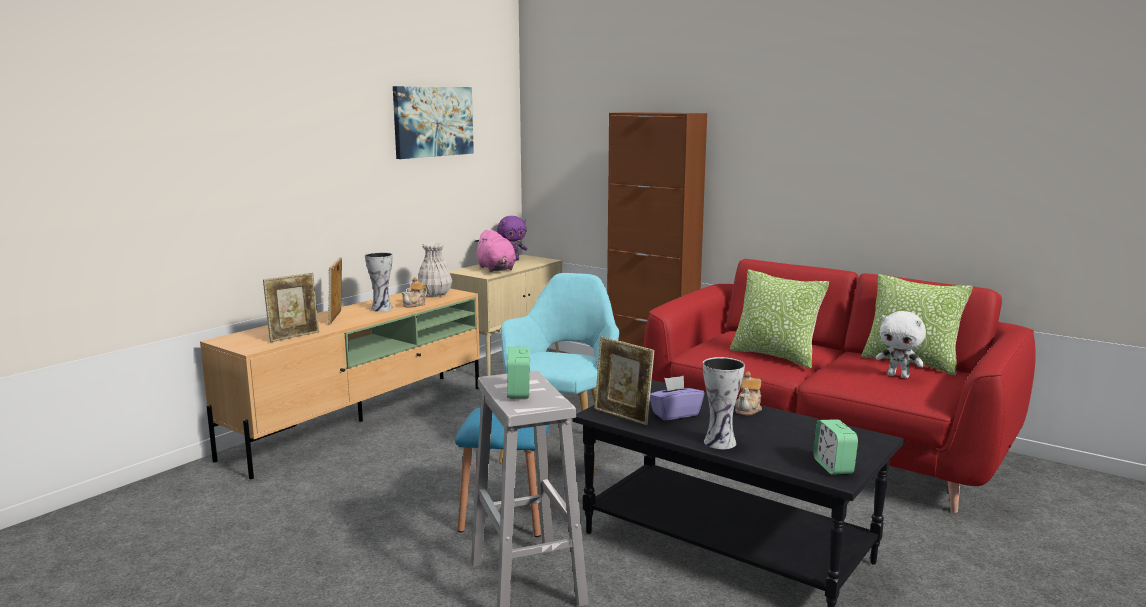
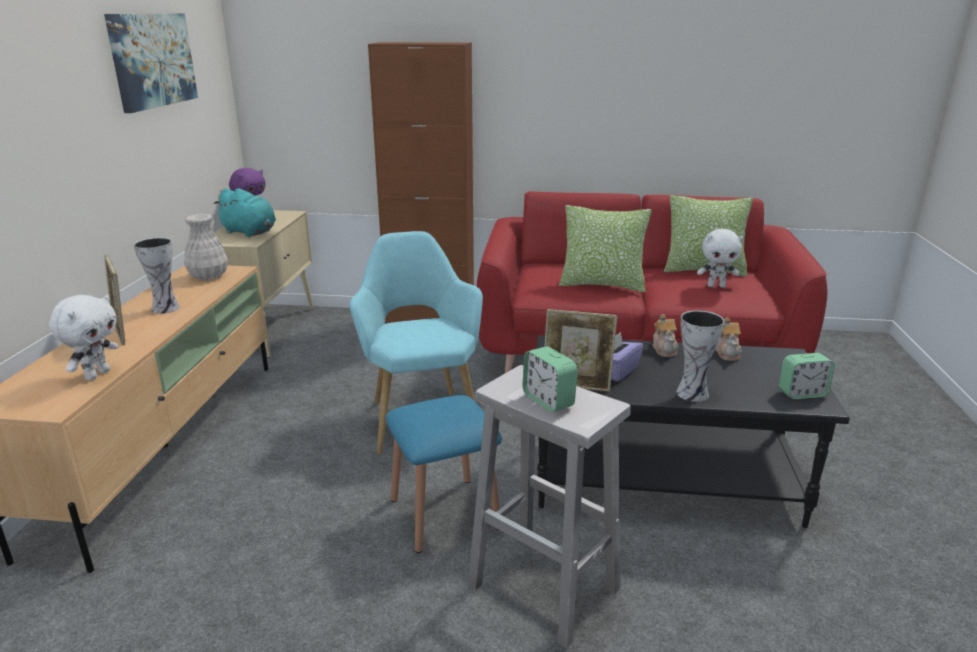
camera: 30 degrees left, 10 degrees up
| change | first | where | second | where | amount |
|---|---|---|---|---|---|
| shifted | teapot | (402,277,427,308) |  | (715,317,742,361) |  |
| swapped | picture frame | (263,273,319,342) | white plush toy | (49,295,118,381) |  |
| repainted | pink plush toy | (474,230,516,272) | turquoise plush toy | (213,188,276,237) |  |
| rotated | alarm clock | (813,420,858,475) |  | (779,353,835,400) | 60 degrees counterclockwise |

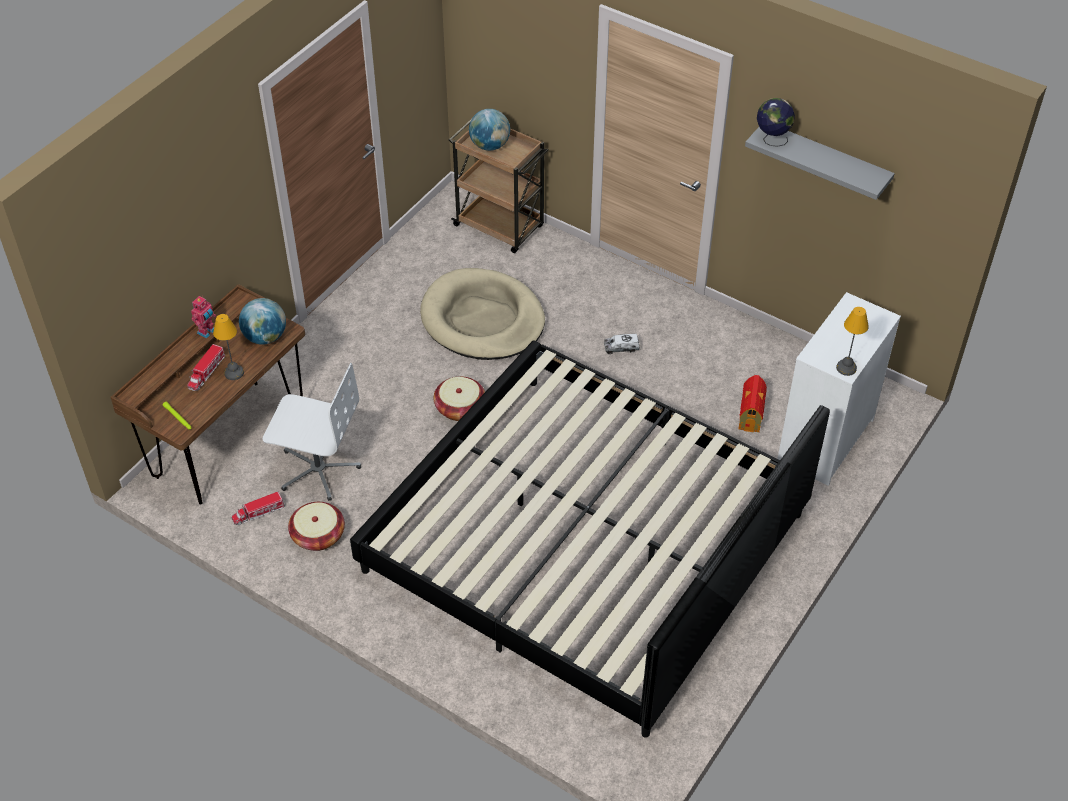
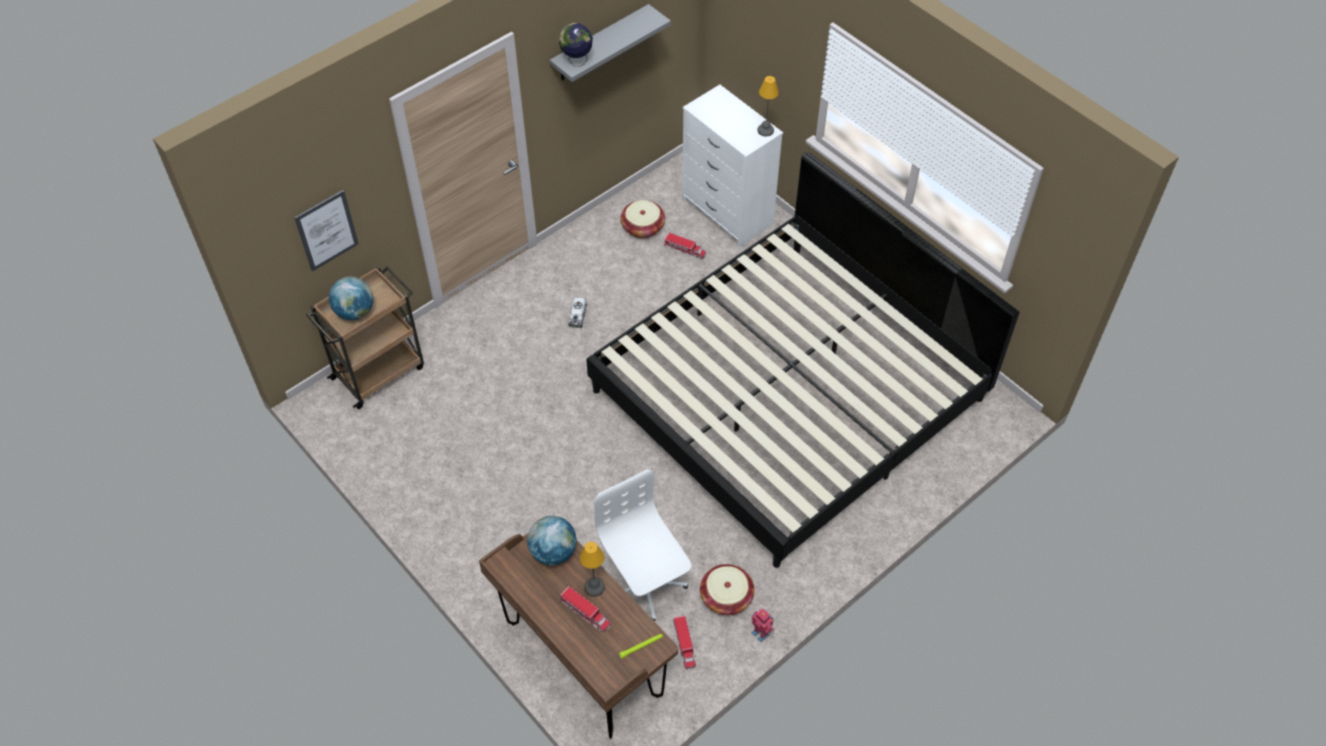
camera: 75 degrees left, 5 degrees up
| change | first | where | second | where | amount |
|---|---|---|---|---|---|
| gone | beige dog bed | (420,268,545,360) |  |  |  |
| new |  |  | picture | (294,190,359,271) |  |
| shifted | toy robot | (191,296,216,338) |  | (751,608,774,642) |  |
| shifted | basket | (434,376,485,421) |  | (621,200,665,238) |  |
| swapped | toy house | (739,375,767,432) | toy truck | (664,233,706,259) |  |
| rotated | white office chair | (263,363,361,501) |  | (594,470,692,621) | 60 degrees counterclockwise |

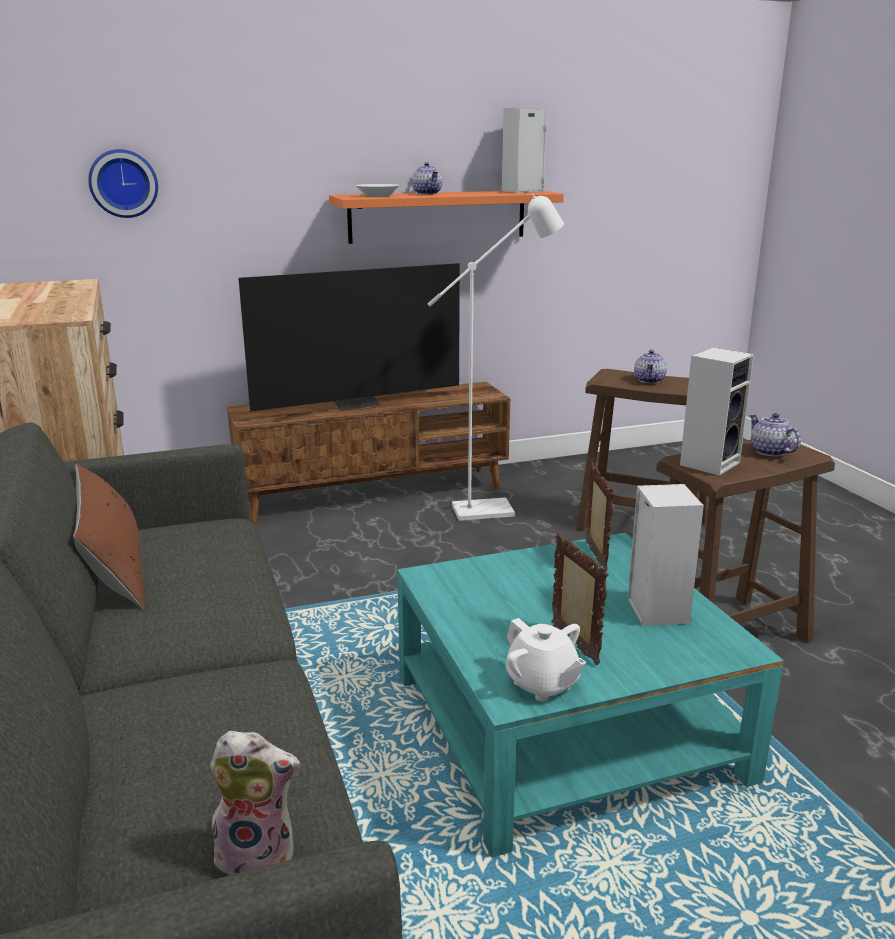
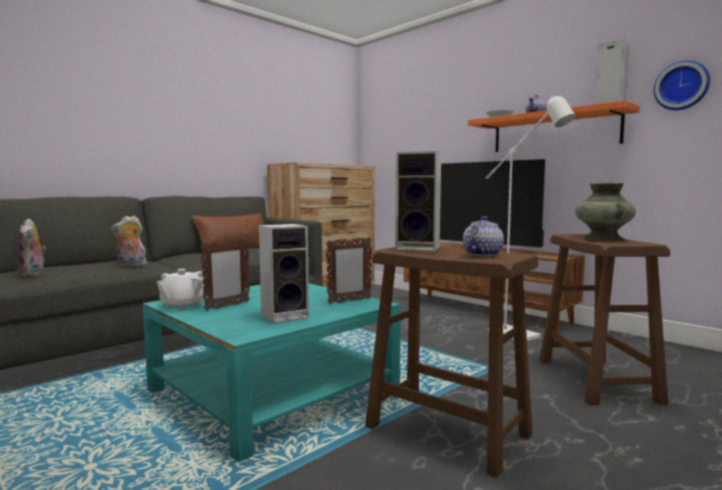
camera: 65 degrees right, 15 degrees down
| change | first | where | second | where | amount |
|---|---|---|---|---|---|
| new |  |  | plush toy | (111,216,148,267) |  |
| shifted | wall clock | (88,149,158,218) |  | (654,60,710,110) |  |
| swapped | teapot | (634,350,667,383) | turquoise vase | (575,181,636,241) |  |

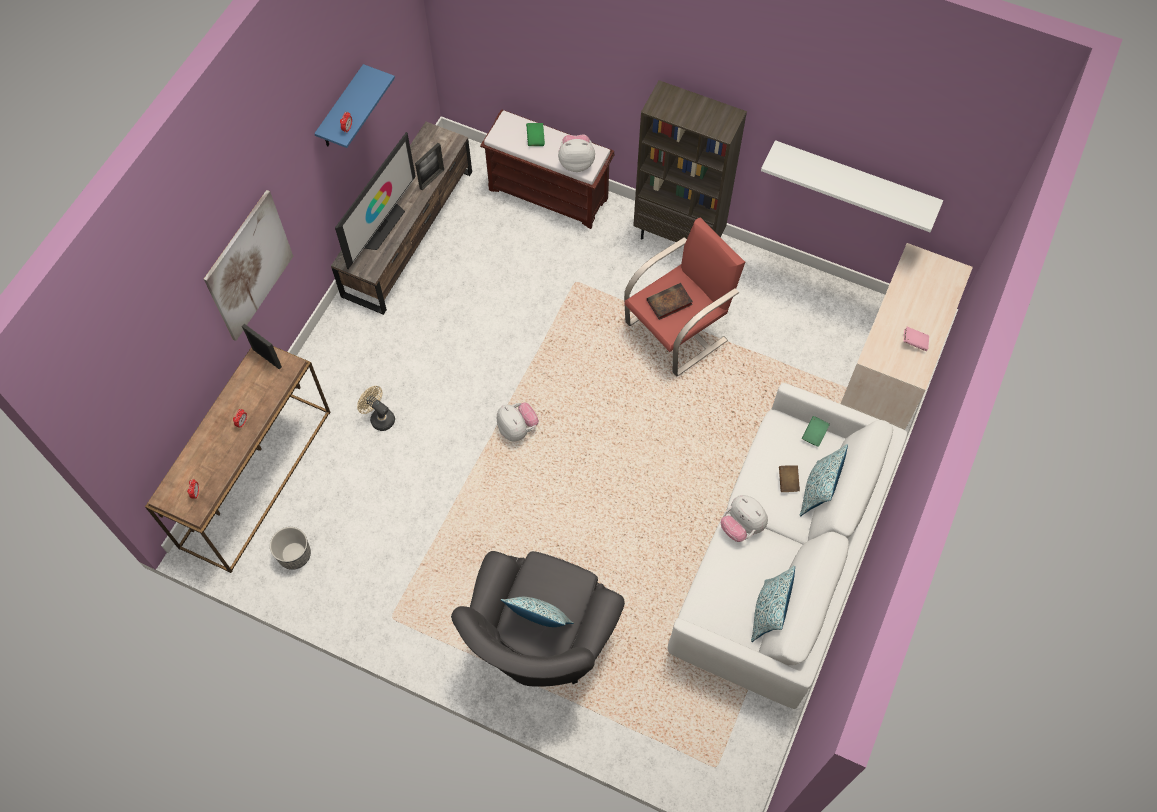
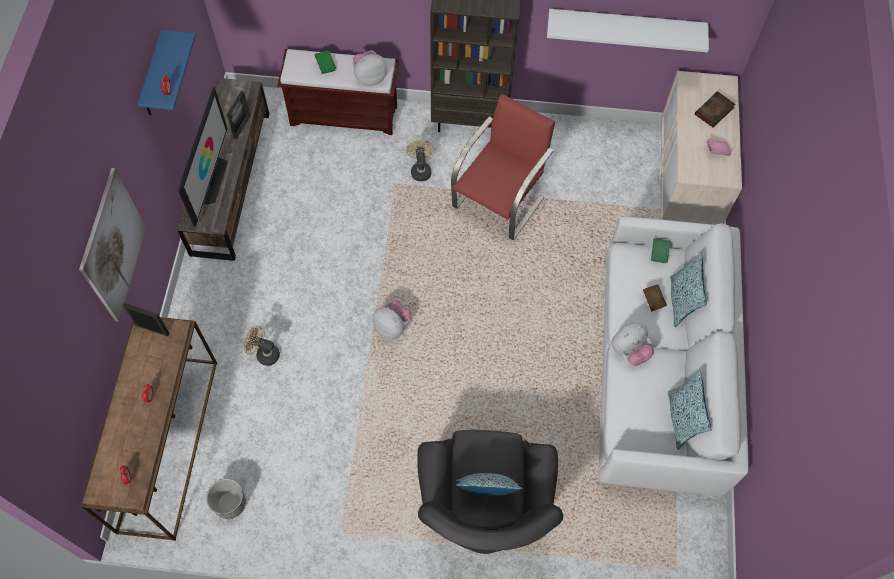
camera: 20 degrees left, 0 degrees up
| change | first | where | second | where | amount |
|---|---|---|---|---|---|
| new |  |  | beige fan | (406,140,434,181) |  |
| shifted | book | (647,283,693,320) |  | (695,91,736,128) |  |
| rotated | plush toy | (721,495,768,542) |  | (612,323,654,366) | 60 degrees counterclockwise |

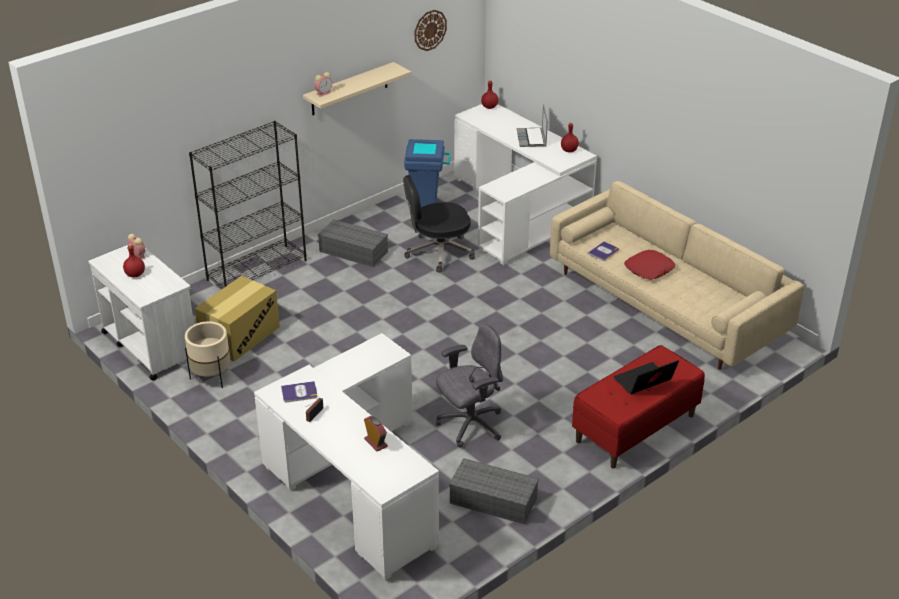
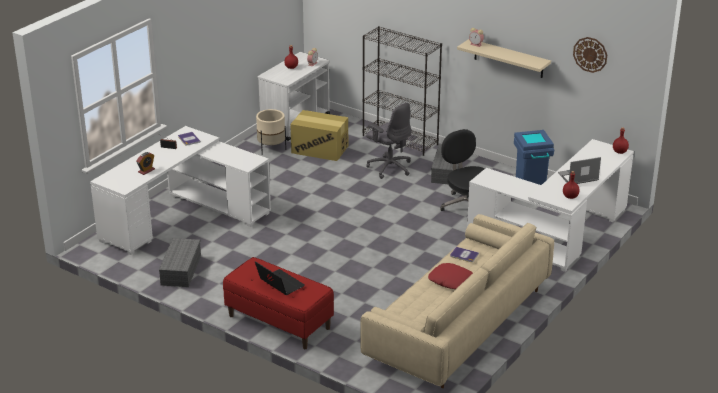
camera: 75 degrees right, 5 degrees down
| change | first | where | second | where | amount |
|---|---|---|---|---|---|
| shifted | grey office chair | (436,324,503,448) |  | (366,103,411,179) |  |

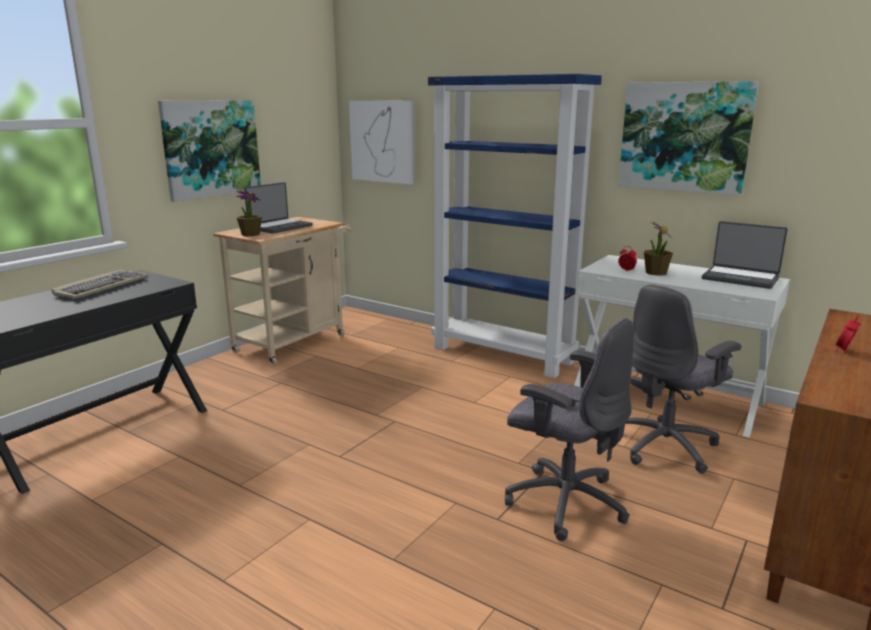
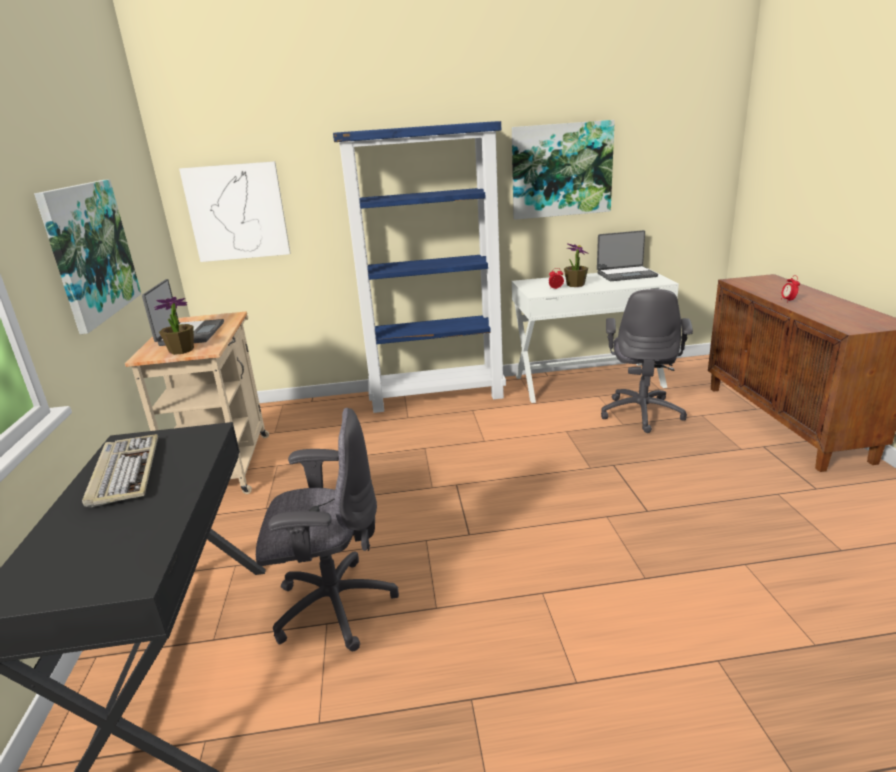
camera: 40 degrees left, 5 degrees up
| change | first | where | second | where | amount |
|---|---|---|---|---|---|
| shifted | grey office chair | (505,318,633,541) |  | (256,408,399,651) |  |

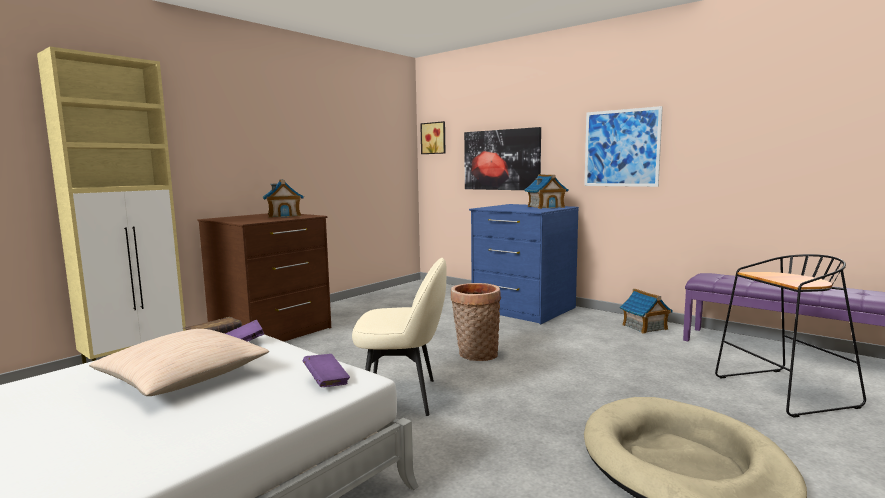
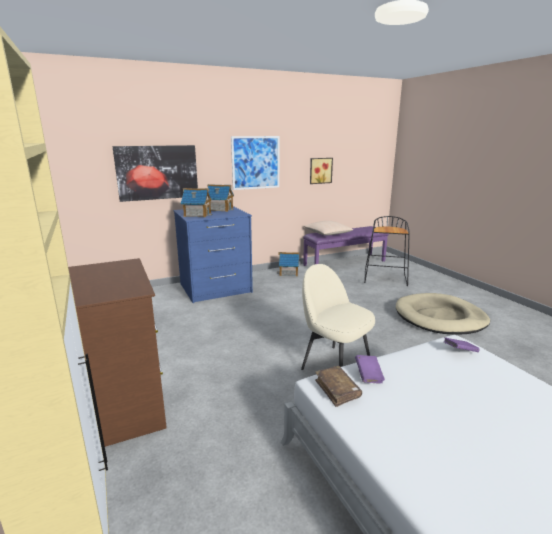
camera: 65 degrees left, 10 degrees up
| change | first | where | second | where | amount |
|---|---|---|---|---|---|
| gone | basket | (451,283,501,361) |  |  |  |
| shifted | beige pillow | (89,329,269,396) |  | (304,221,353,235) |  |
| shifted | toy house | (263,179,304,218) |  | (181,188,212,217) |  |
| shifted | picture | (420,121,445,154) |  | (310,158,333,184) |  |
| rotated | beige chair | (352,258,447,416) |  | (301,264,375,370) | 75 degrees counterclockwise |

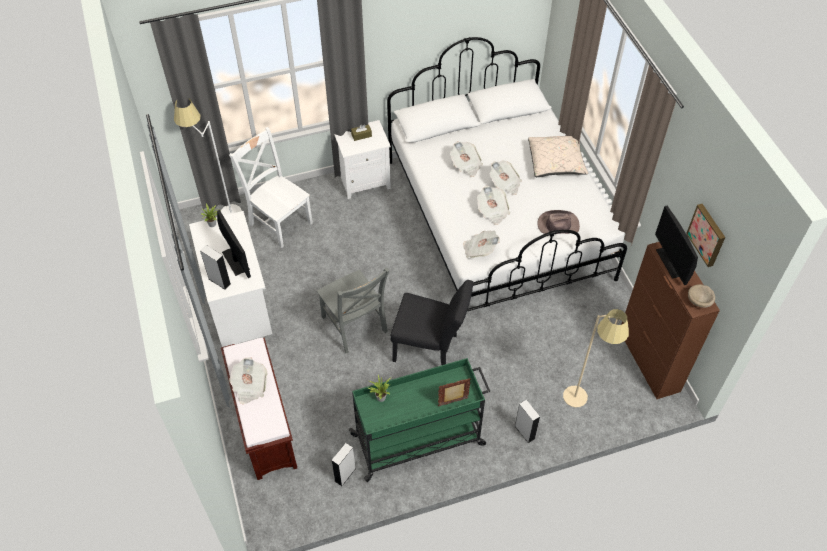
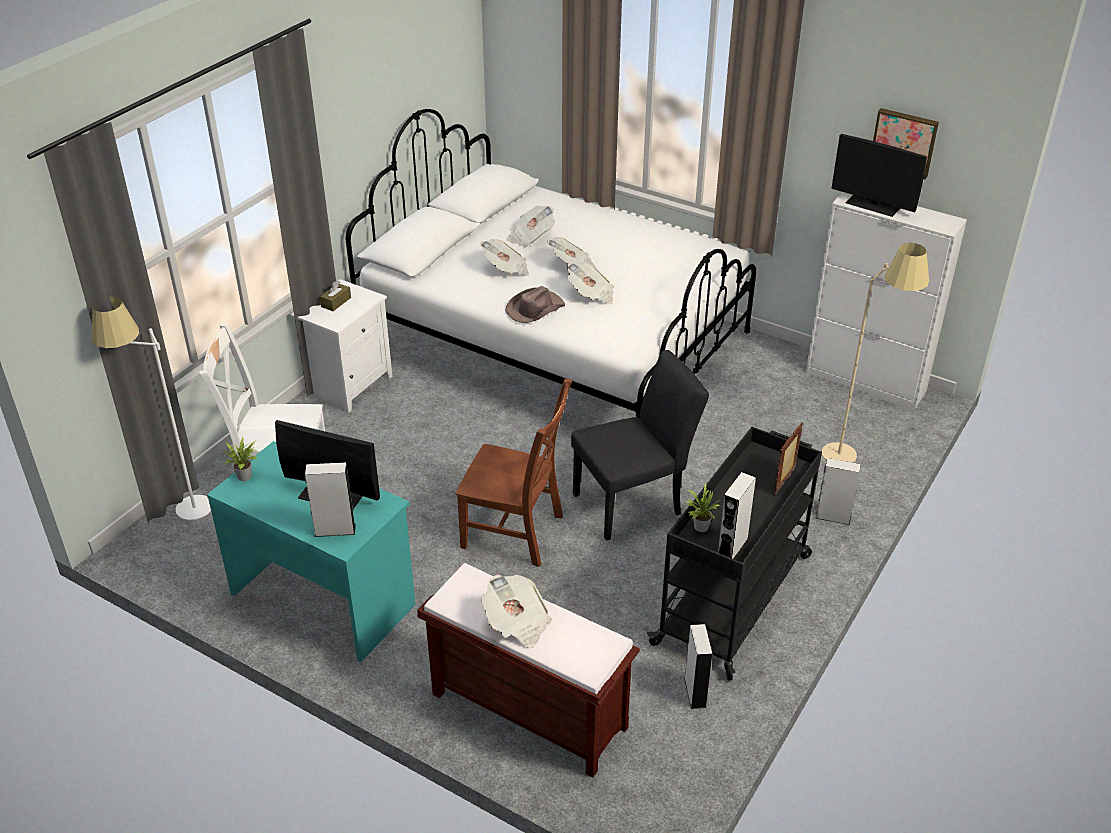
camera: 40 degrees left, 15 degrees down
| change | first | where | second | where | amount |
|---|---|---|---|---|---|
| gone | beige pillow | (528,136,588,177) |  |  |  |
| gone | beige bowl | (688,284,715,308) |  |  |  |
| new |  |  | grey speaker | (718,472,756,559) |  |
| shifted | newspaper | (463,231,500,258) |  | (507,206,555,247) |  |
| shifted | brown hat | (538,210,580,234) |  | (505,286,565,323) |  |
| repainted | white desk | (189,211,272,347) | turquoise desk | (207,441,416,662) |  |
| repainted | grey chair | (317,267,390,353) | brown chair | (455,379,572,567) |  |
| repainted | green cart | (349,358,490,482) | black cart | (647,427,822,681) |  |
| repainted | brown cabinet | (621,242,720,399) | white cabinet | (806,192,967,410) |  |

